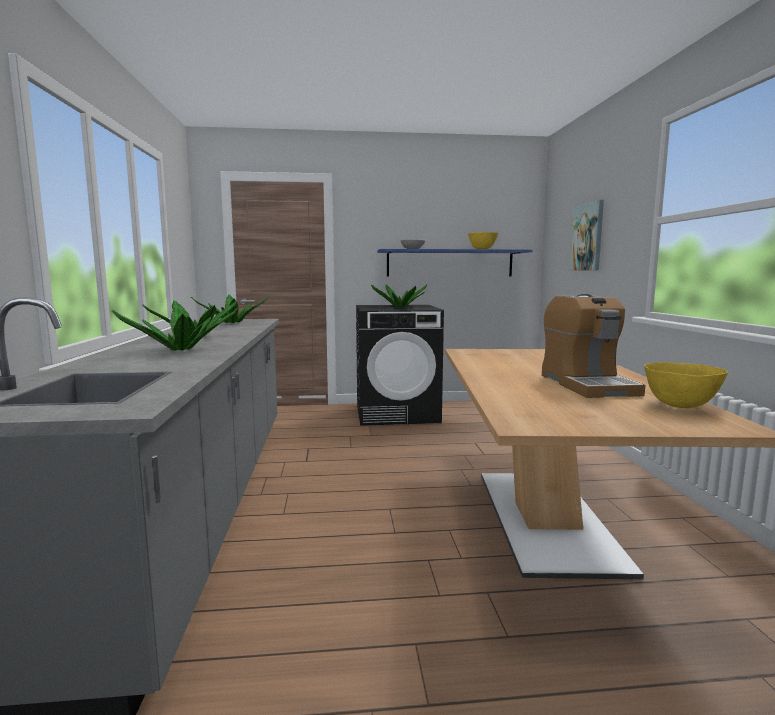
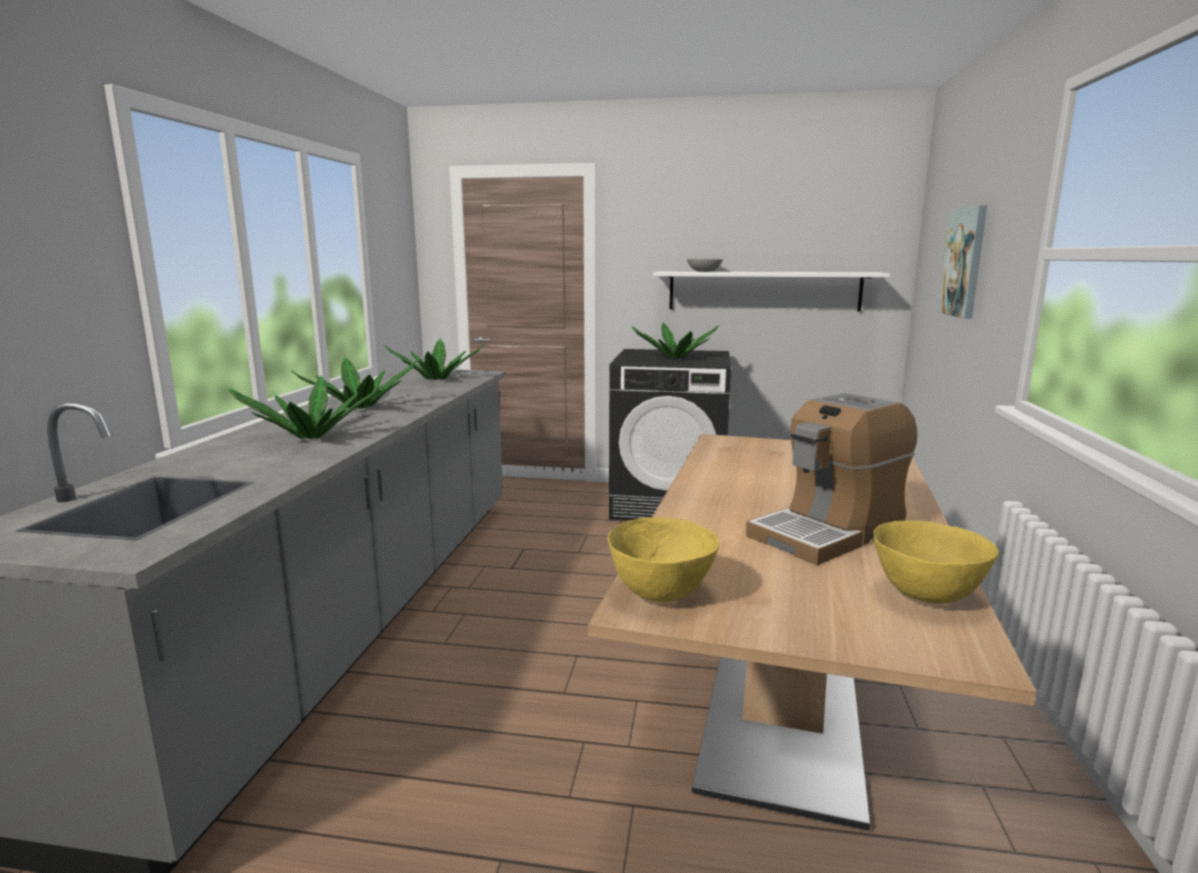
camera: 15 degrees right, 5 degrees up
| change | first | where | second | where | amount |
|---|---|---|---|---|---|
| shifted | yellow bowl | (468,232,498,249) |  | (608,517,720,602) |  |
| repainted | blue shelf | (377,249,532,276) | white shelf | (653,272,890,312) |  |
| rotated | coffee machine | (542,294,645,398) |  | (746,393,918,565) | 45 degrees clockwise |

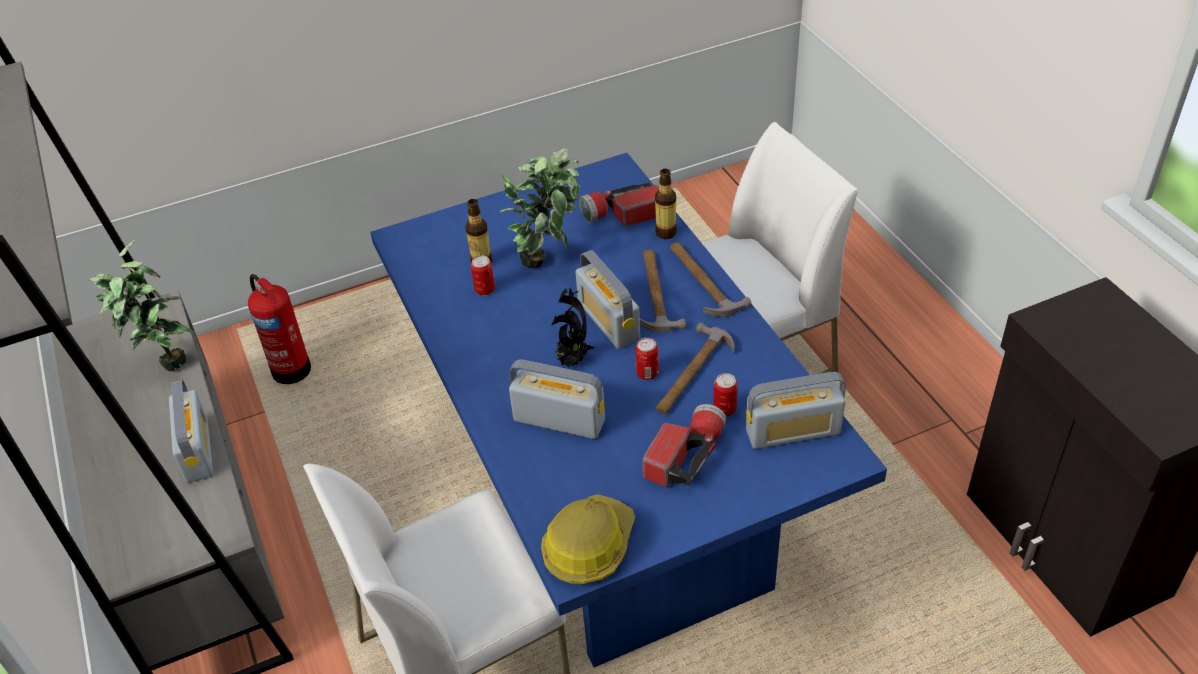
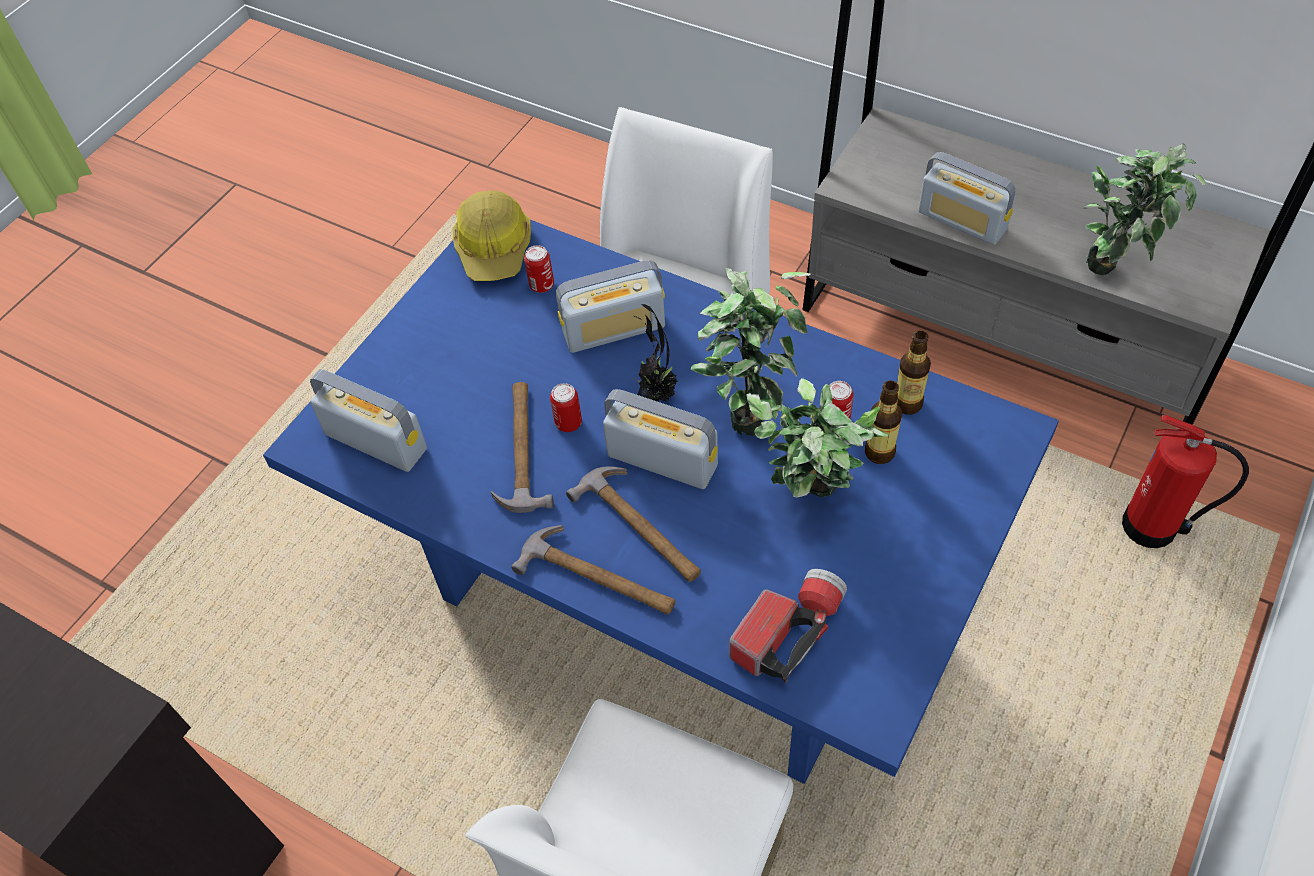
camera: 145 degrees right, 10 degrees up
| change | first | where | second | where | amount |
|---|---|---|---|---|---|
| gone | flashlight | (642,404,726,487) |  |  |  |
| new |  |  | potted plant | (691,268,810,436) |  |
| shifted | bottle | (655,169,677,239) |  | (897,330,931,415) |  |
| shifted | can | (713,373,738,416) |  | (524,245,554,293) |  |
| rotated | radio | (746,372,846,449) |  | (310,369,427,472) | 75 degrees clockwise |

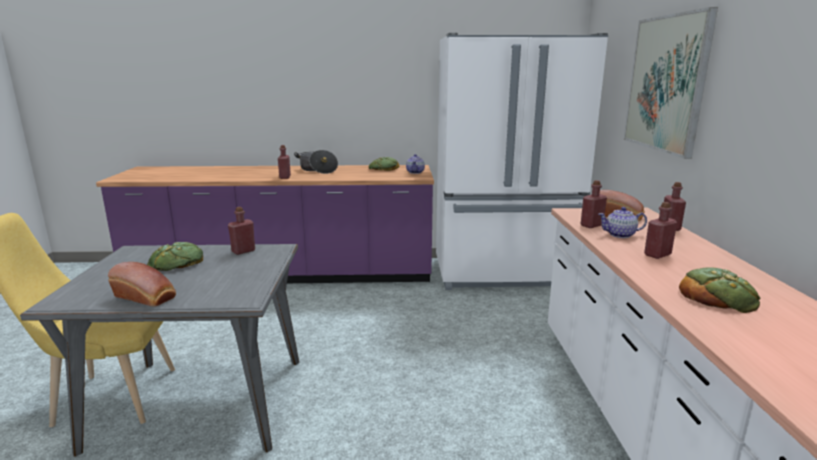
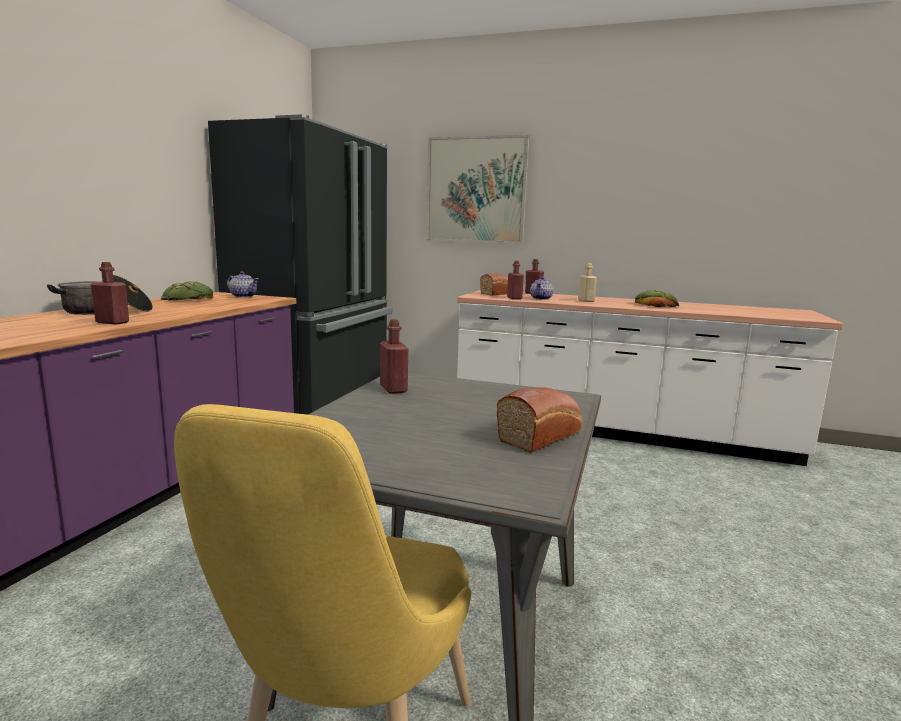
camera: 70 degrees left, 5 degrees down
| change | first | where | second | where | amount |
|---|---|---|---|---|---|
| gone | bread | (147,242,203,271) |  |  |  |
| repainted | white fridge | (436,33,608,290) | black fridge | (208,114,393,415) |  |
| repainted | red bottle | (644,202,677,259) | beige bottle | (578,263,597,302) |  |

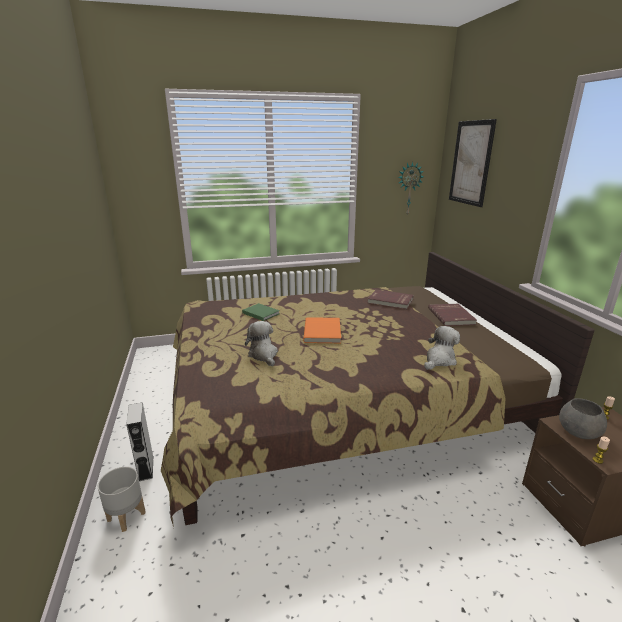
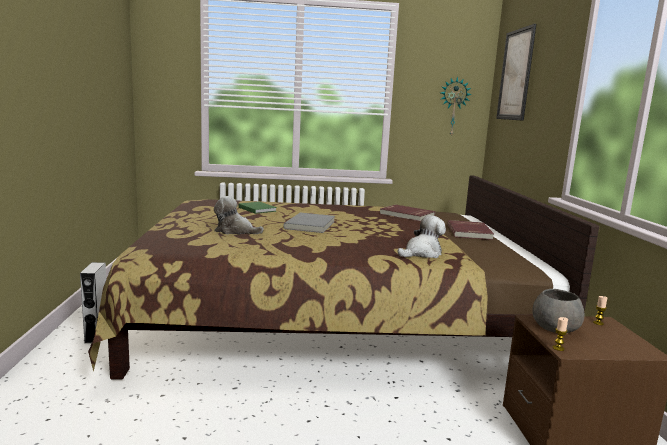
camera: 10 degrees right, 10 degrees down
| change | first | where | second | where | amount |
|---|---|---|---|---|---|
| gone | grey planter | (98,467,145,532) |  |  |  |
| repainted | orange book | (303,317,341,343) | grey book | (284,213,335,233) |  |
| rotated | plush toy | (245,321,278,366) |  | (214,196,264,235) | 60 degrees counterclockwise |

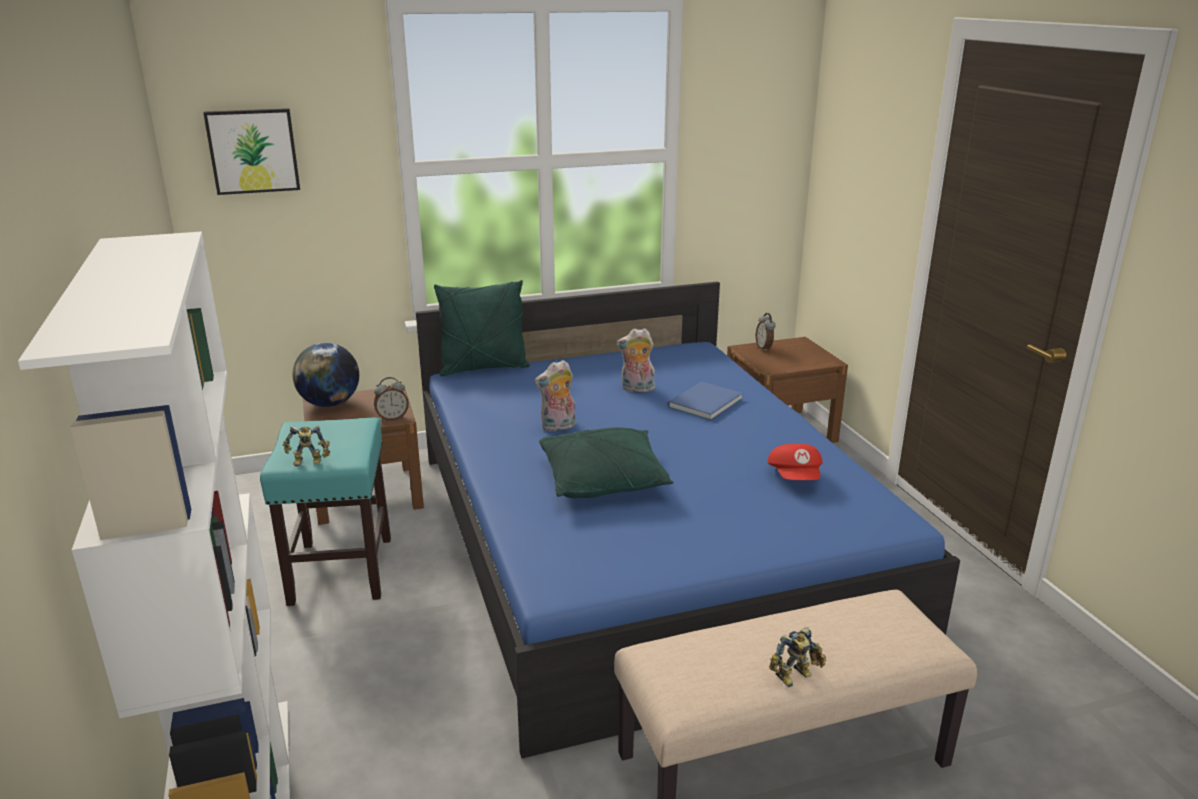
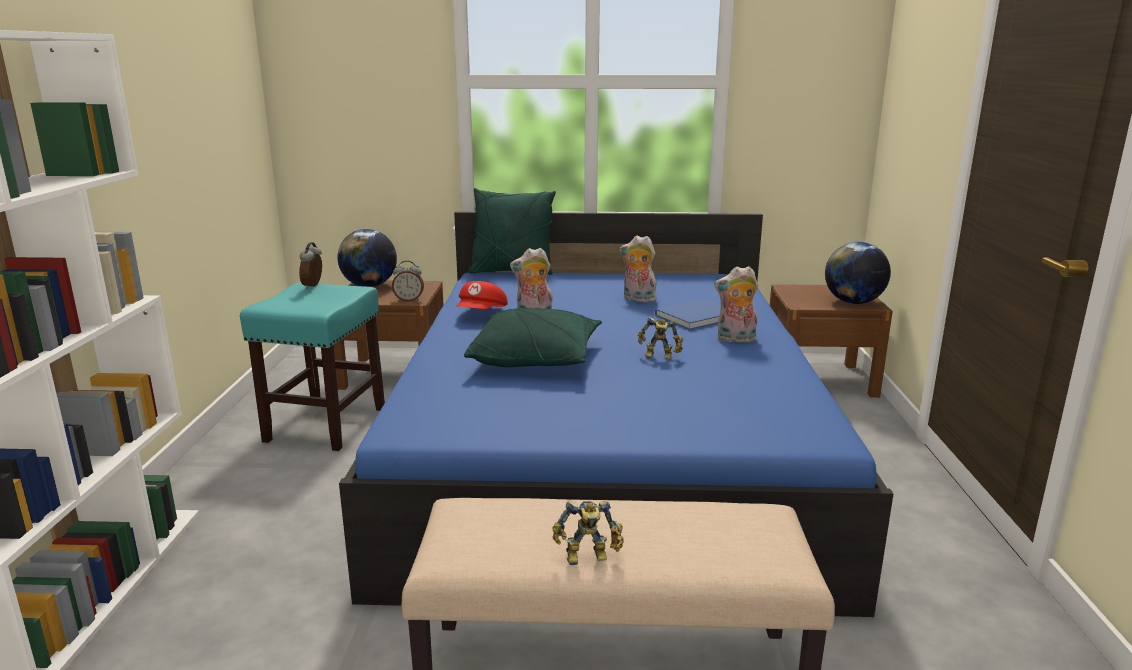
camera: 20 degrees right, 5 degrees down
| change | first | where | second | where | amount |
|---|---|---|---|---|---|
| gone | picture | (203,108,300,195) |  |  |  |
| new |  |  | plush toy | (714,266,758,343) |  |
| new |  |  | globe | (825,242,891,304) |  |
| shifted | toy robot | (283,426,330,467) |  | (638,317,683,359) |  |
| shifted | alarm clock | (756,313,776,352) |  | (299,242,322,289) |  |
| shifted | red cap | (767,444,823,480) |  | (457,281,508,309) |  |

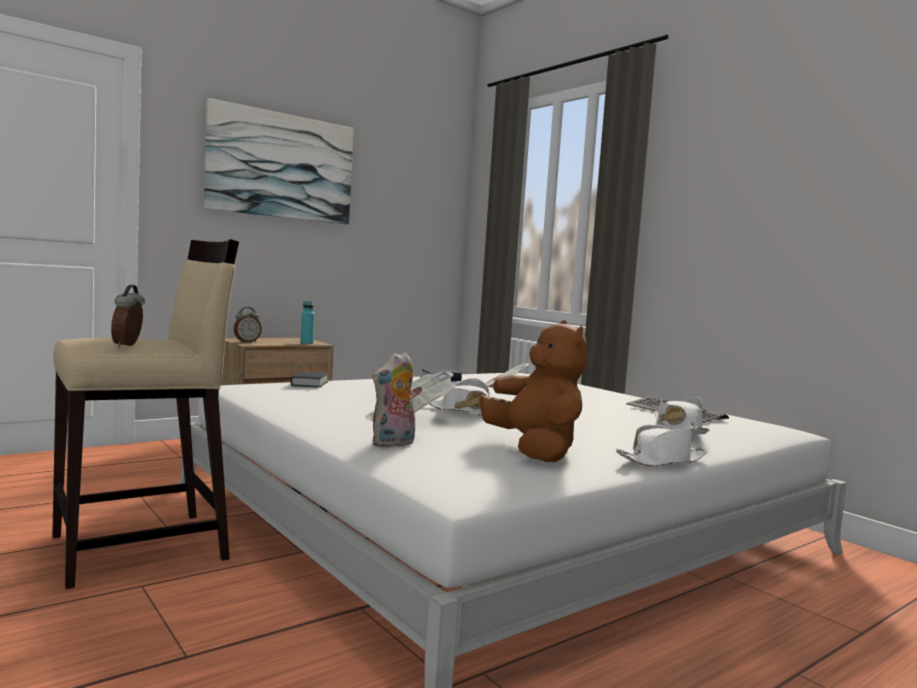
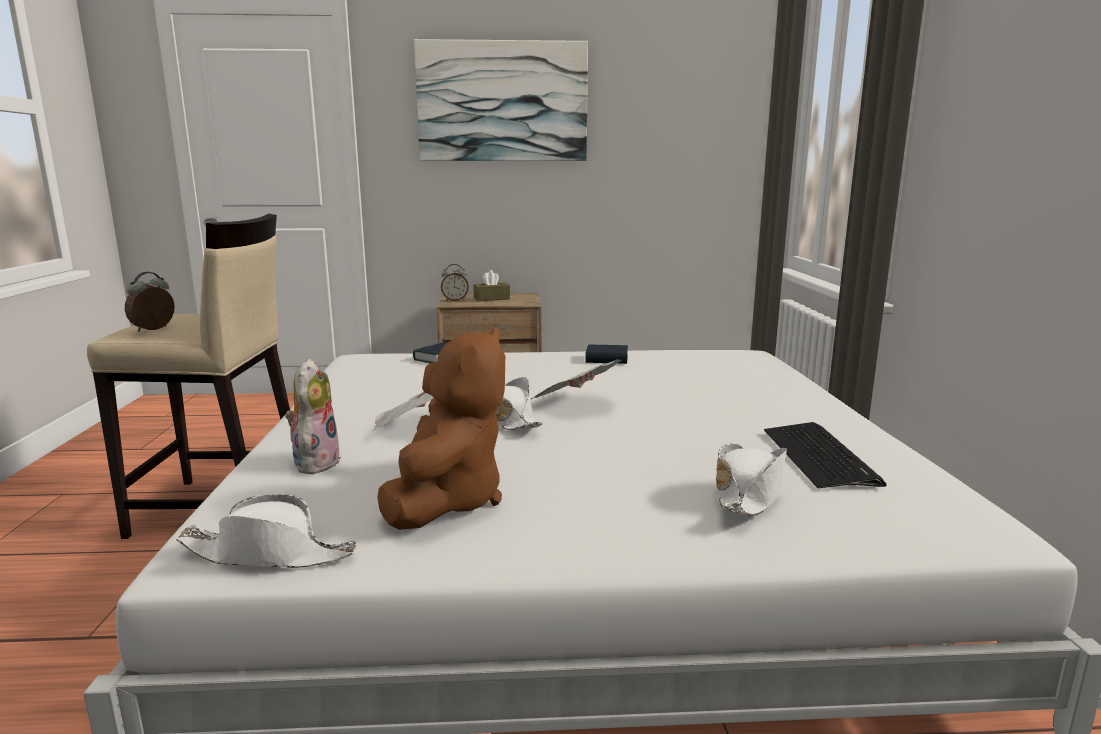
camera: 35 degrees right, 10 degrees up
| change | first | where | second | where | amount |
|---|---|---|---|---|---|
| gone | turquoise bottle | (301,301,315,344) |  |  |  |
| new |  |  | brown tissue box | (473,270,510,301) |  |
| shifted | white hat | (616,425,707,466) |  | (176,494,357,568) |  |
| rotated | plush toy | (372,352,415,448) |  | (285,358,341,474) | 105 degrees clockwise |

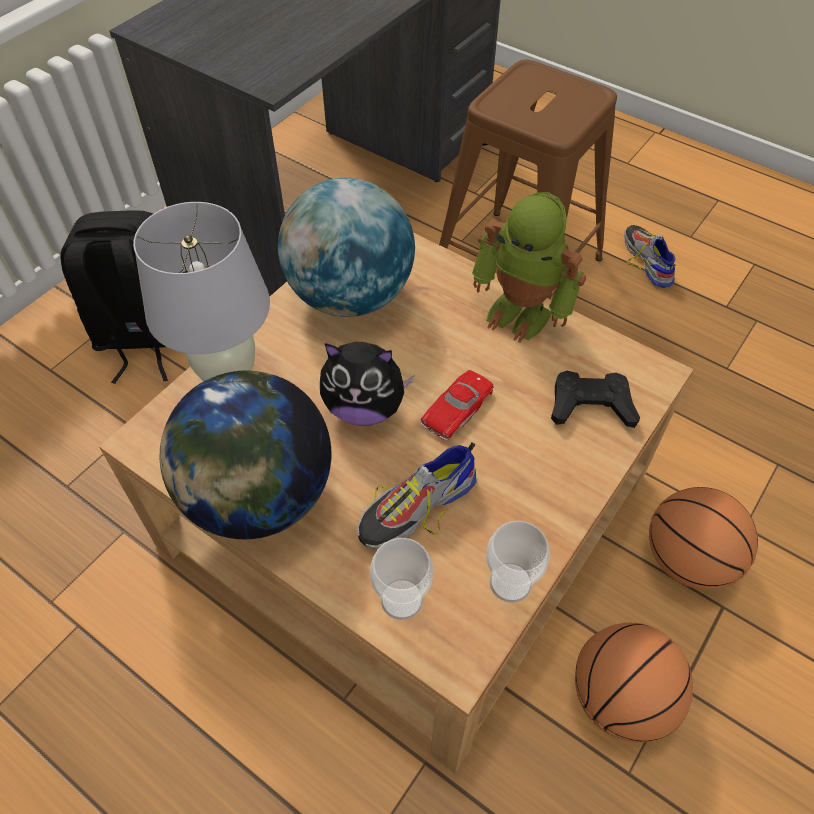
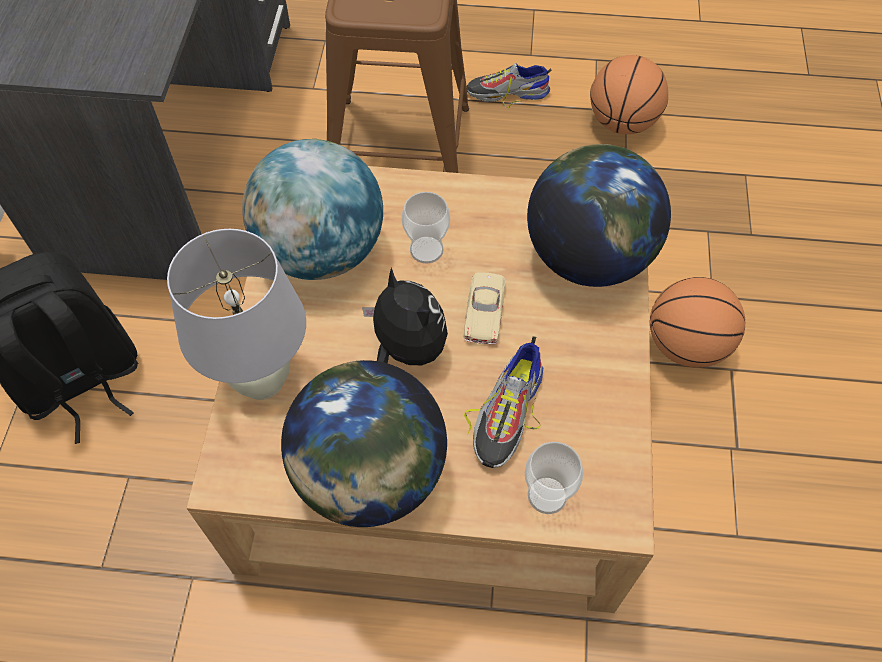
camera: 30 degrees left, 5 degrees up
| change | first | where | second | where | amount |
|---|---|---|---|---|---|
| gone | toy robot | (472,192,586,343) |  |  |  |
| shifted | cup | (486,521,550,603) |  | (402,192,450,264) |  |
| shifted | basketball | (575,623,693,743) |  | (590,55,668,134) |  |
| swapped | black game controller | (551,371,640,428) | globe | (527,144,671,287) |  |
| repainted | red toy car | (421,370,494,440) | beige toy car | (463,272,505,345) |  |
| rotated | plush toy | (320,342,415,426) |  | (362,267,448,365) | 105 degrees counterclockwise |
| rotated | shoe | (624,225,675,288) |  | (467,63,552,108) | 45 degrees counterclockwise |

